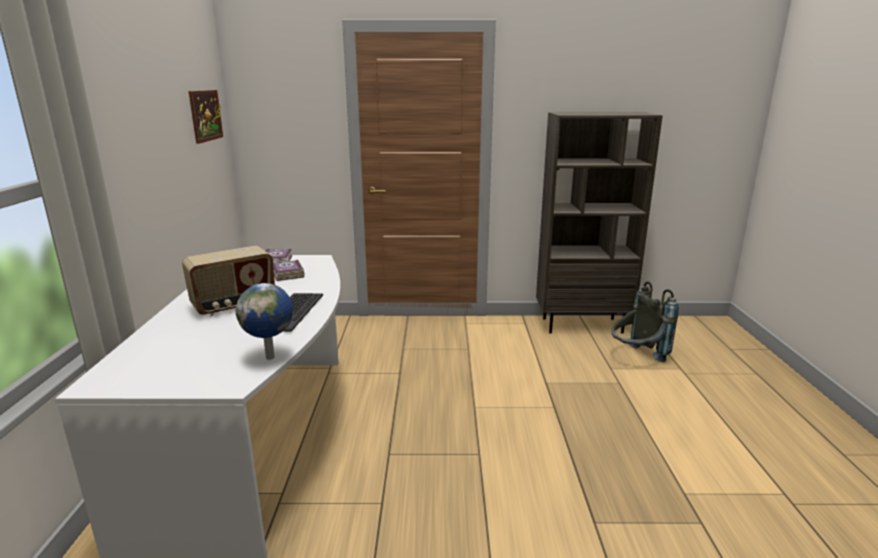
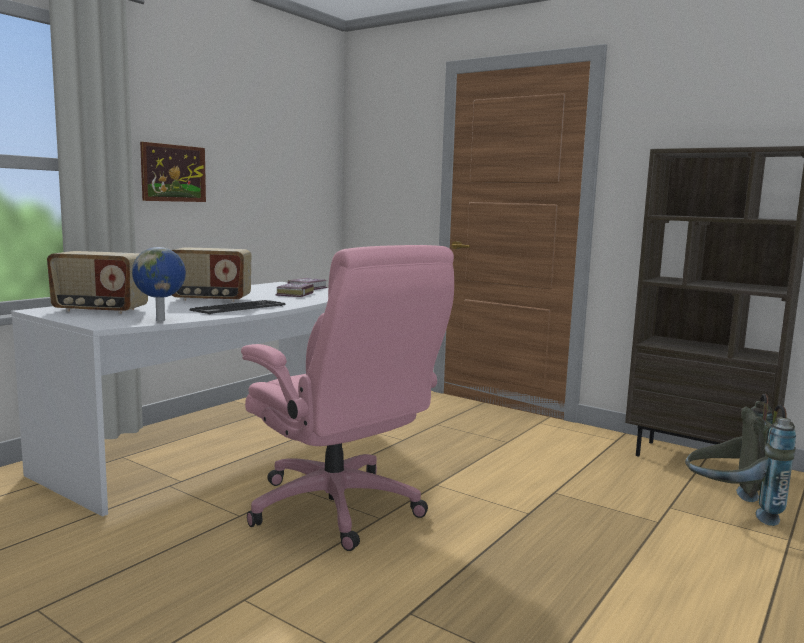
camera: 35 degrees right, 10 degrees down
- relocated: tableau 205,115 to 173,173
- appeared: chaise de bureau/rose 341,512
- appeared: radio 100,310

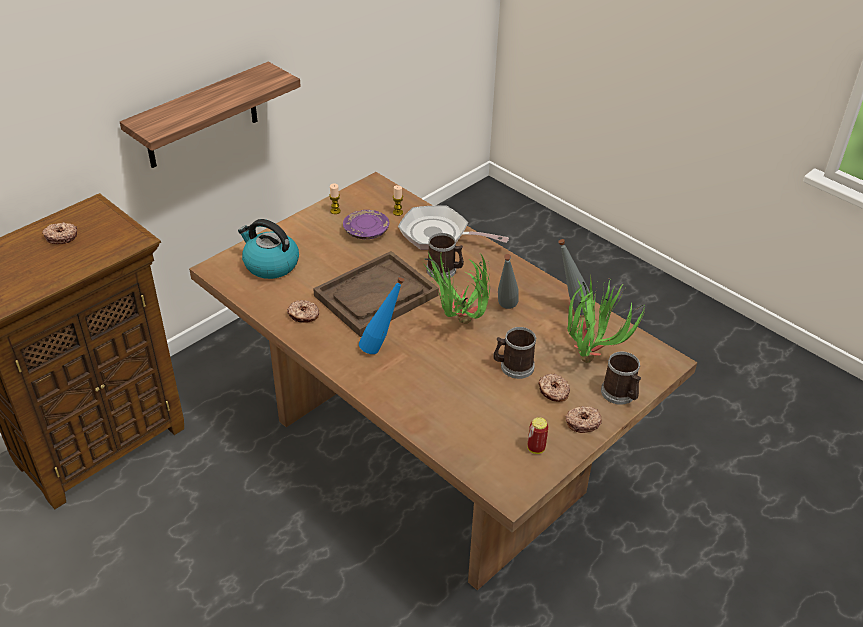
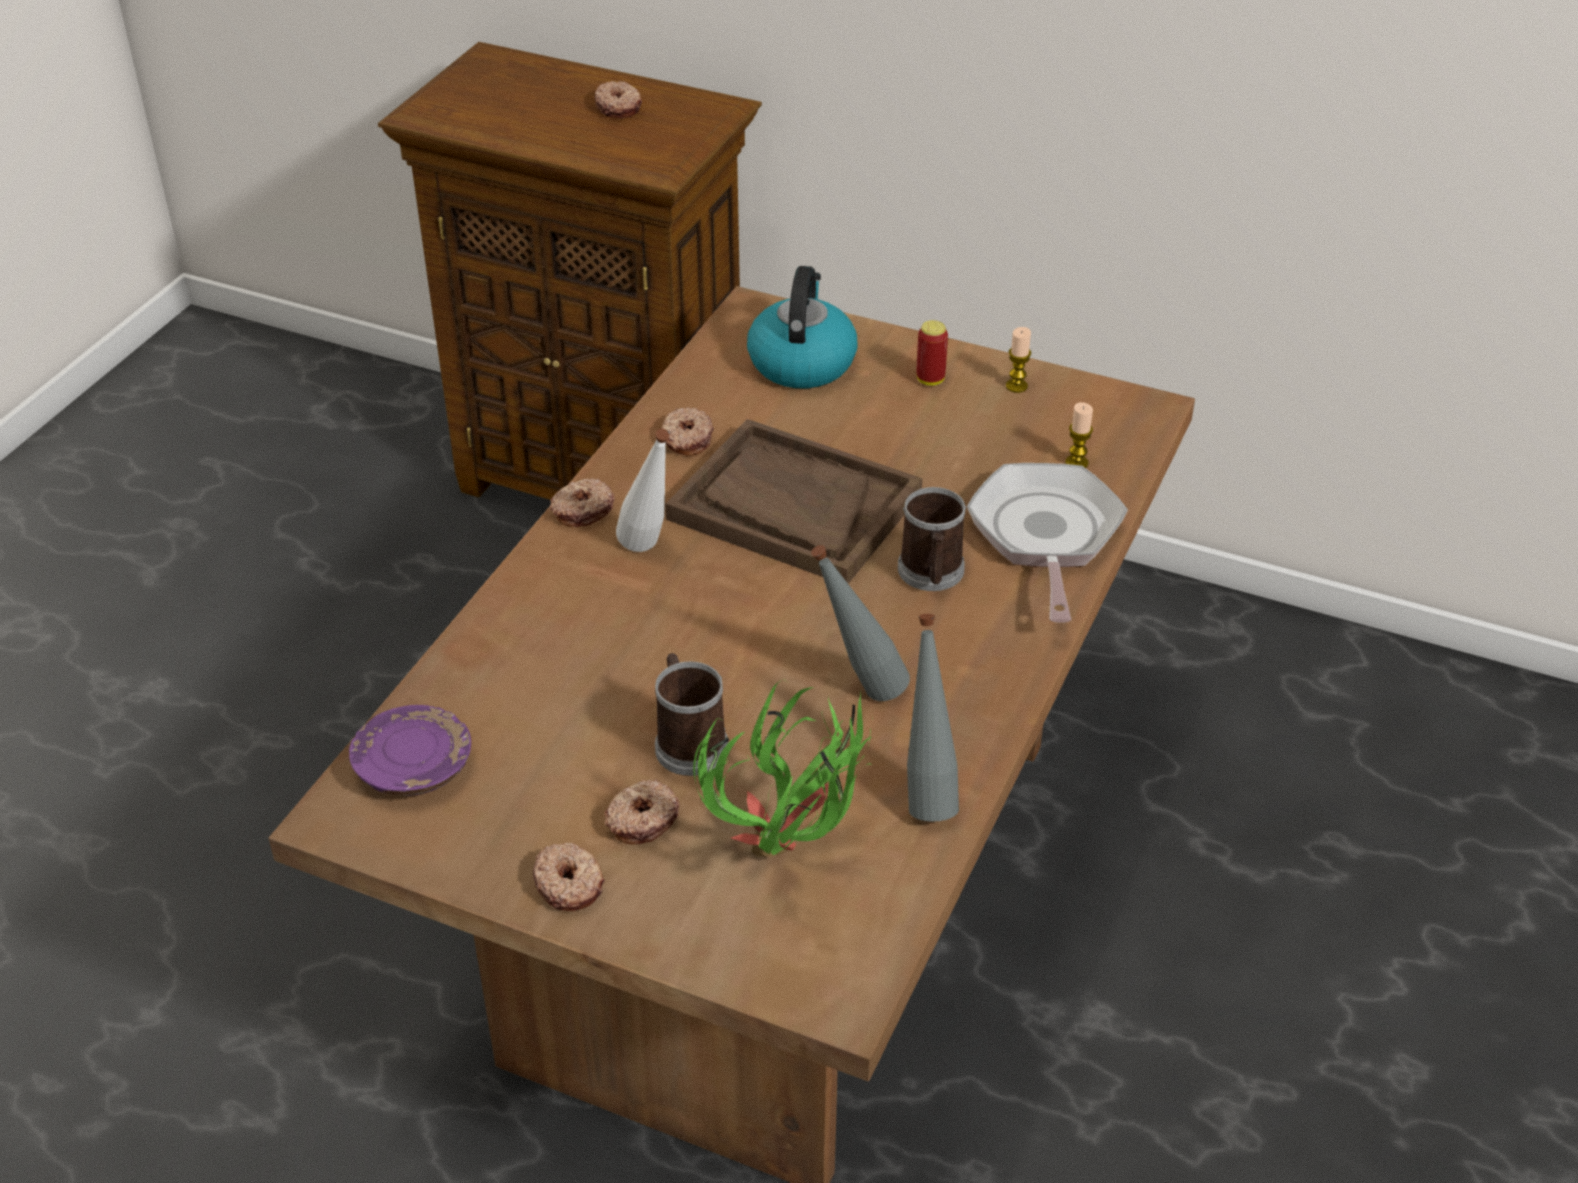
camera: 70 degrees right, 0 degrees up
- missing: étagère 201,117
- relocated: assiette/violet 366,231 to 413,766
- missing: plante en pot 458,325
- colour: bouteille/bleu 381,348 to bouteille/blanc 650,553
- missing: mug 620,394
- relocated: boîte métallique 536,448 to 930,380
- appeared: beignet 582,510

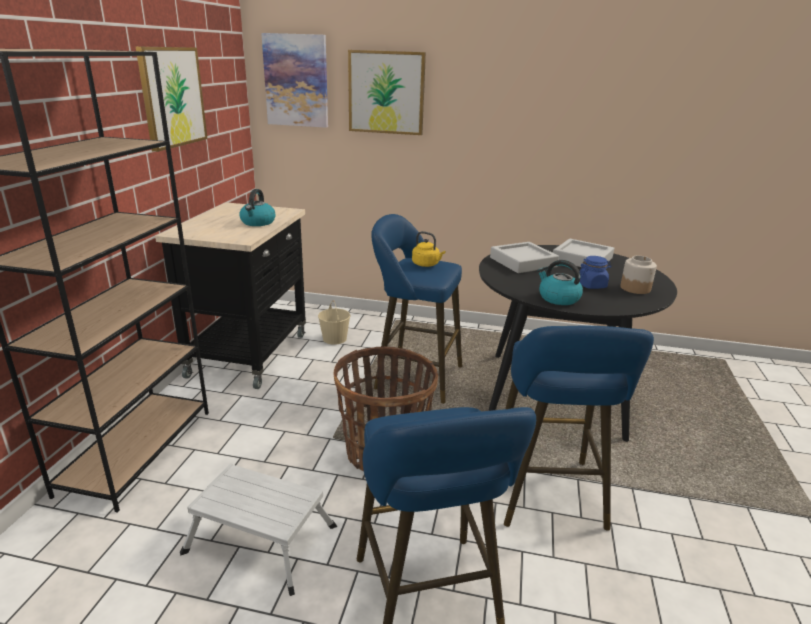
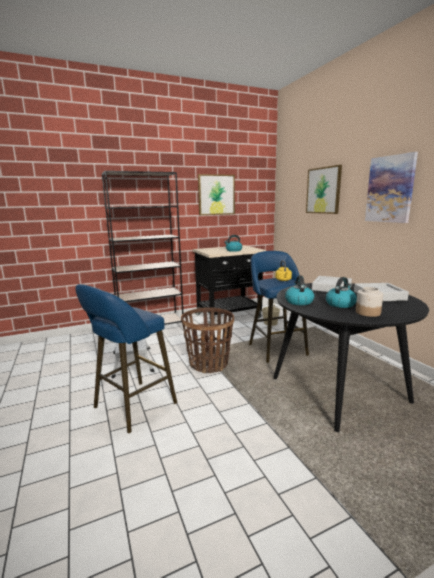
camera: 55 degrees right, 10 degrees down
- relocated: tableau 296,81 to 390,189
- exchanged: bocal/bleu 592,285 to bouilloire 340,304
- missing: tabouret/bleu 548,498

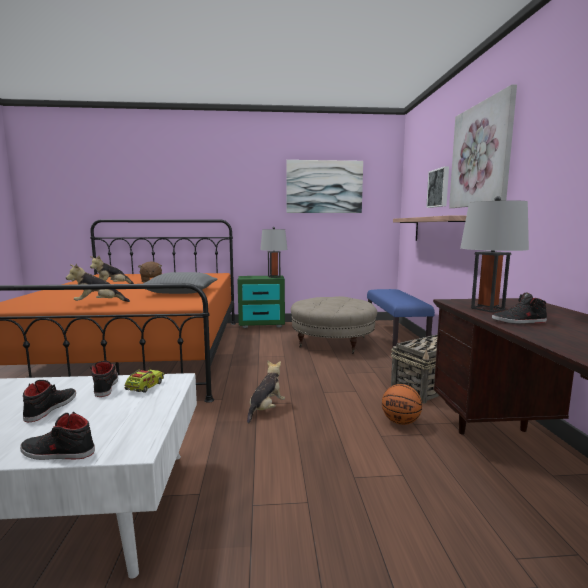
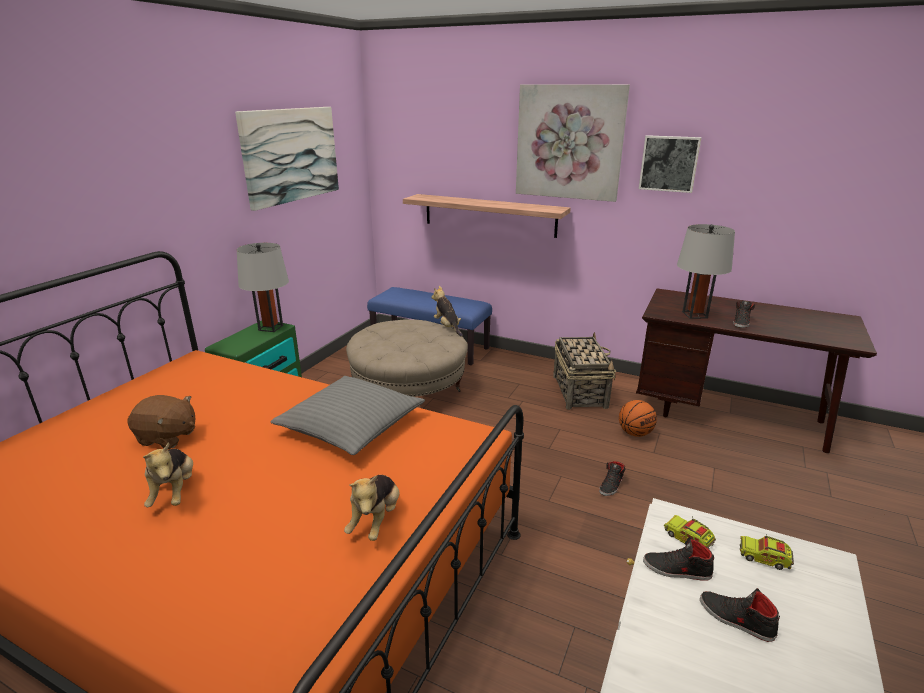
camera: 60 degrees left, 15 degrees up
- relocated: tableau 439,188 to 669,163
- relocated: peluche 266,409 to 447,327
- relocated: chaussure/noir 57,452 to 611,485
- appeared: camion jouet 764,558

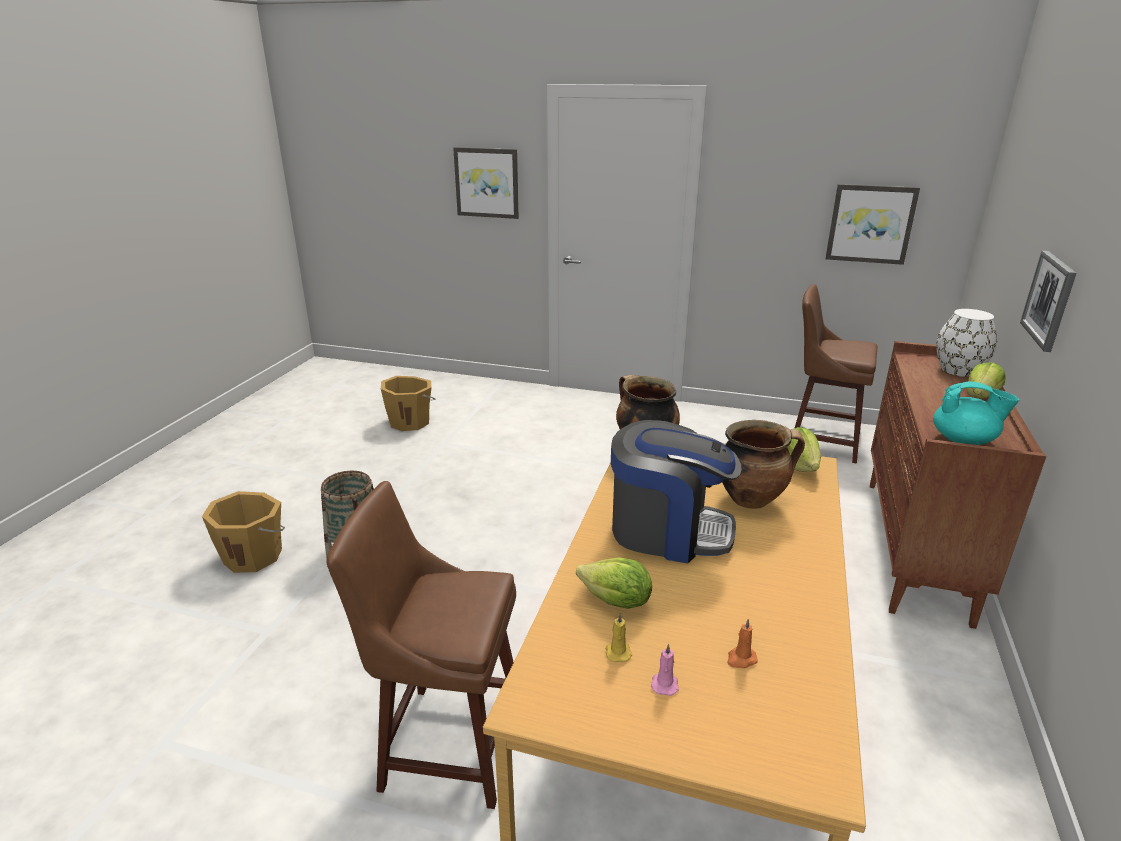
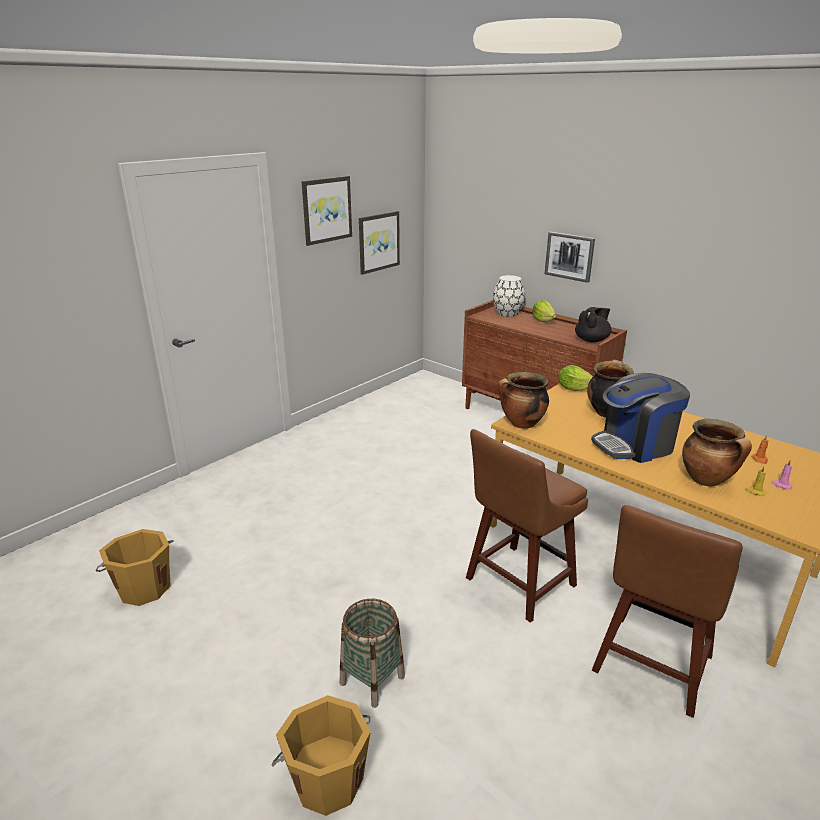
camera: 65 degrees left, 0 degrees up
- relocated: tableau 487,183 to 326,210
- relocated: chaise/marron 819,440 to 516,584
- colour: théière/turquoise 964,440 to théière/noir 592,340
- spun: machine à café 668,531 = 635,445 150 degrees counterclockwise
- exchanged: laitue 616,601 to marmite 707,480

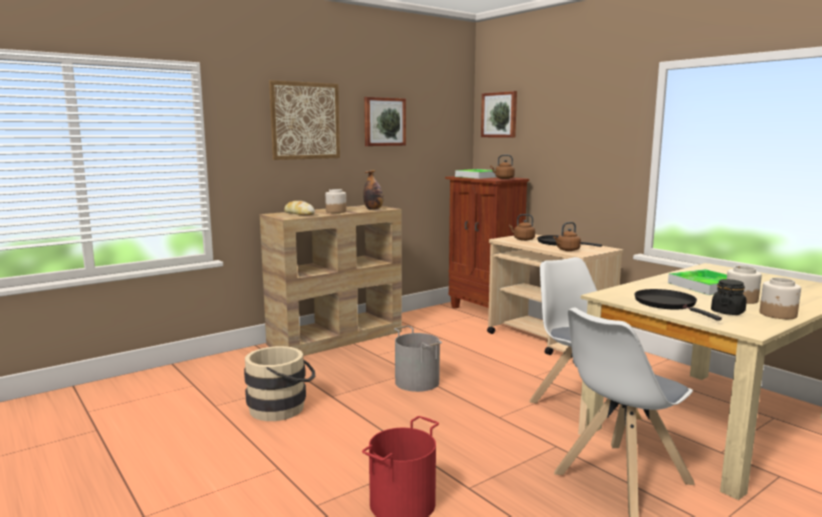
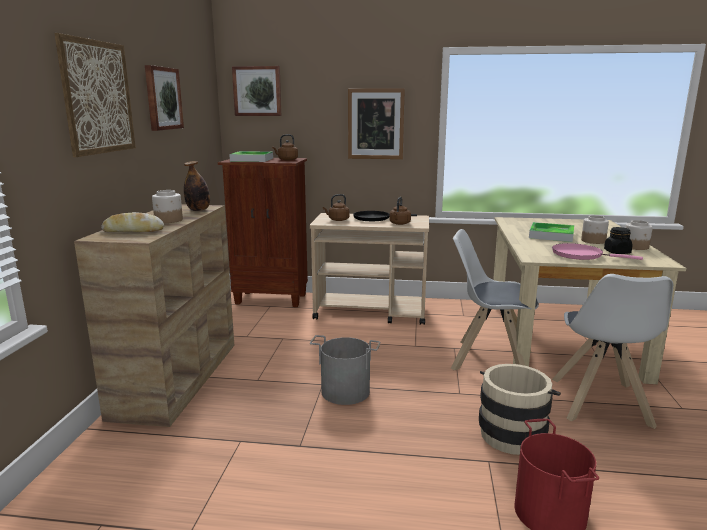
camera: 45 degrees left, 5 degrees up
- colour: poêle/noir 668,304 to poêle/rose 580,255
- relocated: seau/beige 282,408 to 513,432
- appeared: tableau 375,124

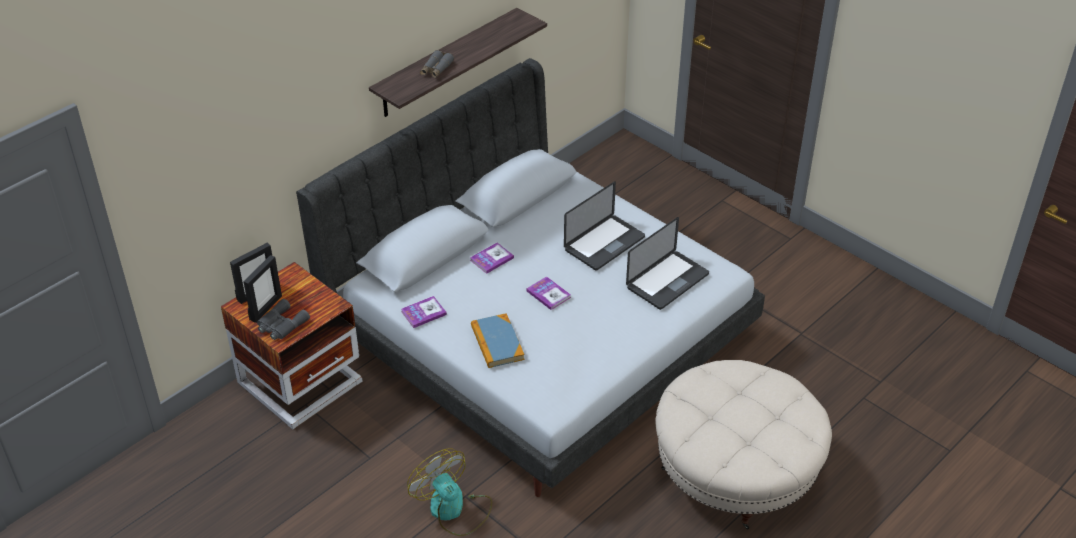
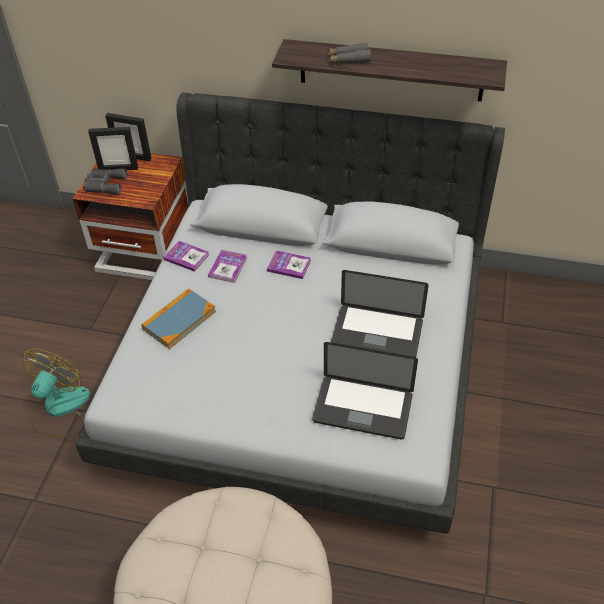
camera: 60 degrees right, 5 degrees up
- relocated: livre 548,294 to 228,267

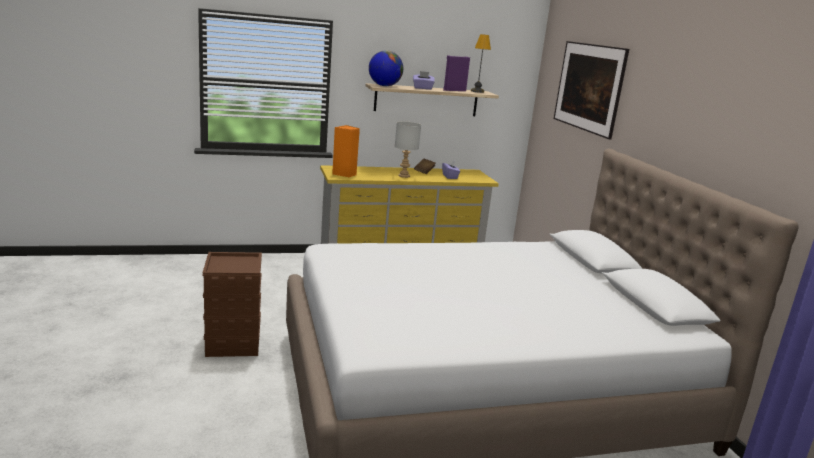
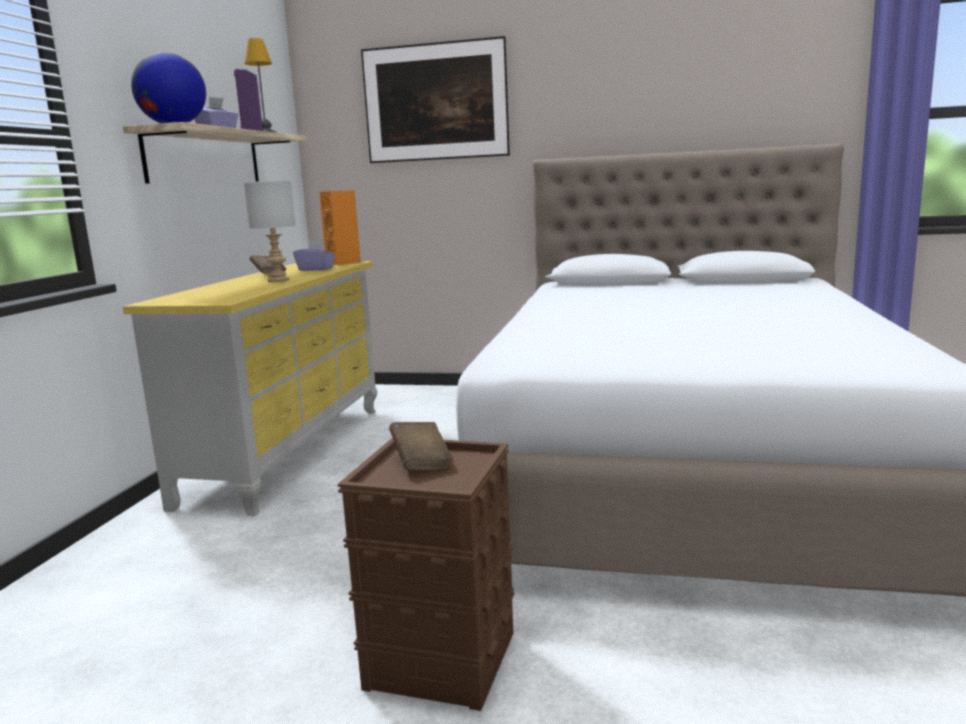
camera: 60 degrees left, 5 degrees down
- relocated: enceinte/orange 345,174 to 344,263
- appeared: livre/marron 421,462

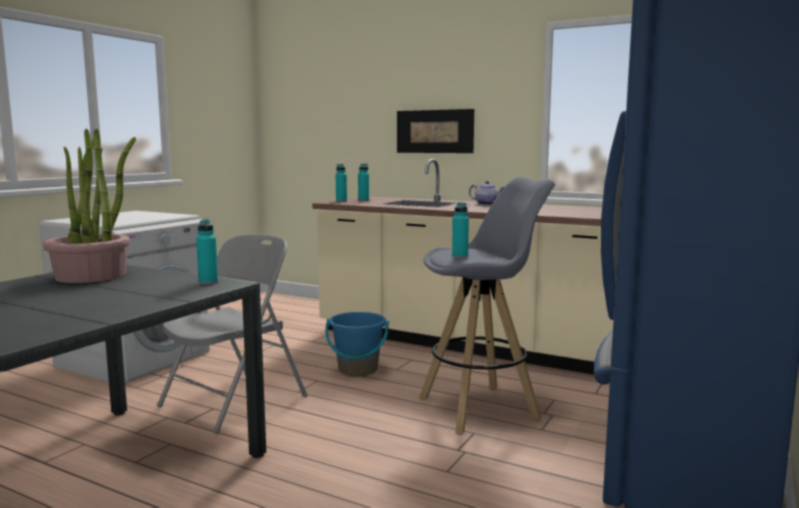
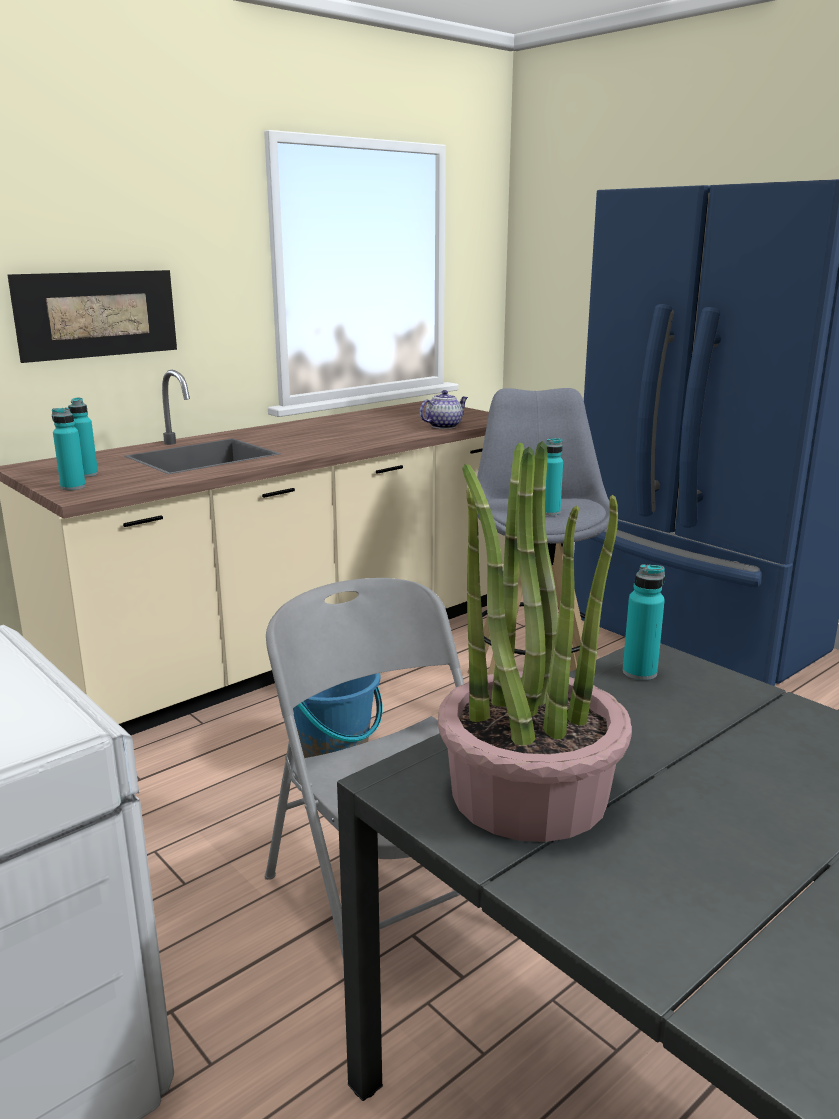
camera: 70 degrees left, 10 degrees up
- relocated: théière 487,204 to 444,426

